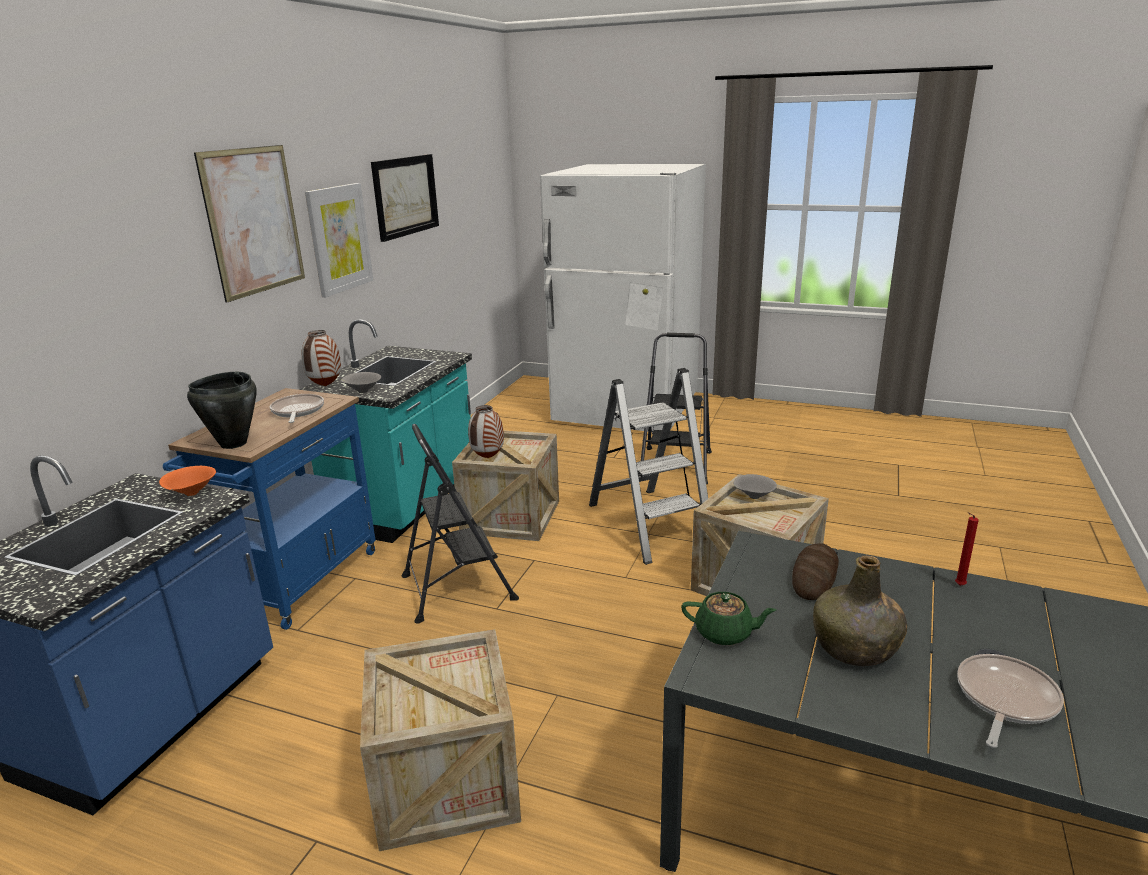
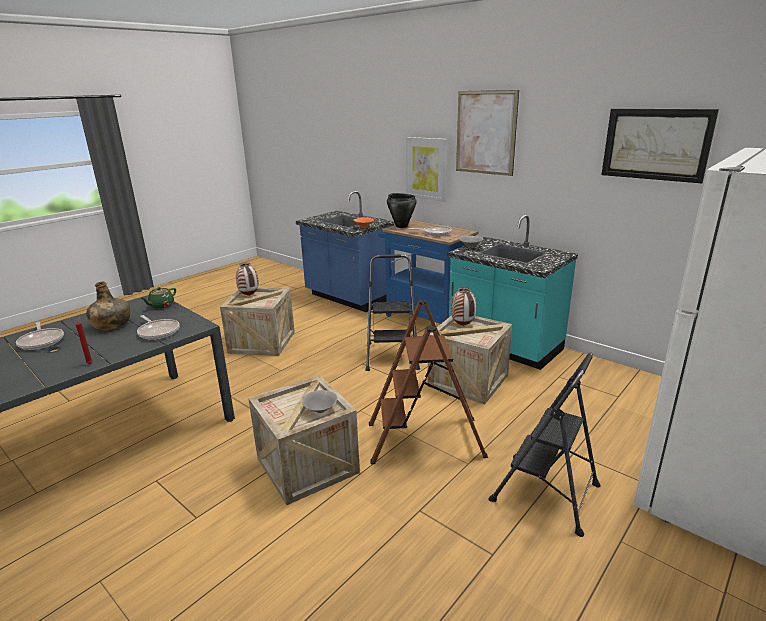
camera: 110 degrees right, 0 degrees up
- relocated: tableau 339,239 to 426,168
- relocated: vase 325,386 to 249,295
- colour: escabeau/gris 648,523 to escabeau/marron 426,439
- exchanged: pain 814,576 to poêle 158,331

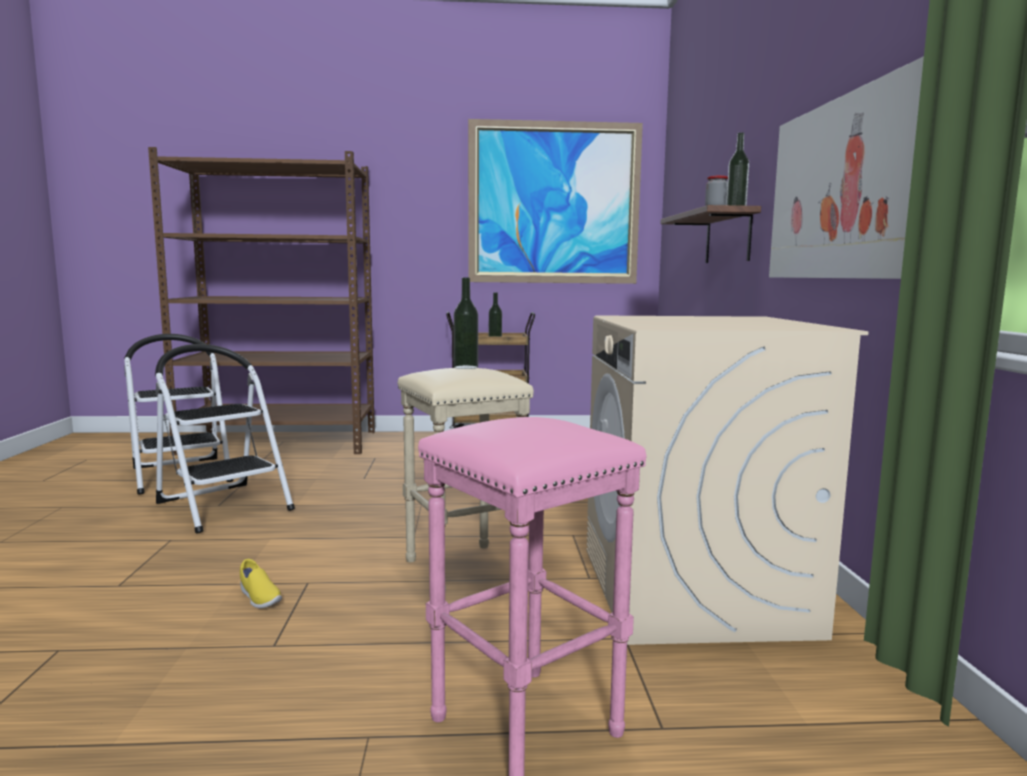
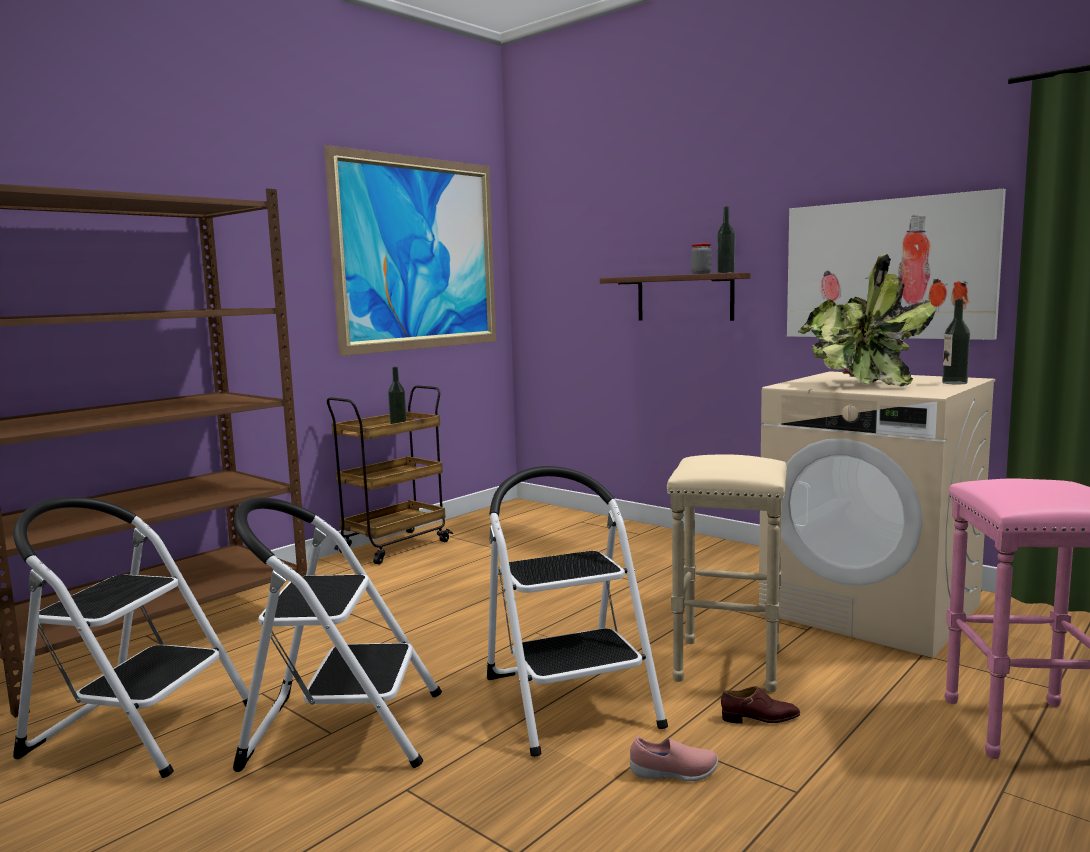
camera: 45 degrees left, 0 degrees up
- relocated: bouteille 466,367 to 954,383
- colour: chaussure/jaune 259,598 to chaussure/rose 674,774
- appeared: plante en pot 854,384
- appeared: escabeau 569,699
- appeared: chaussure/marron 760,718

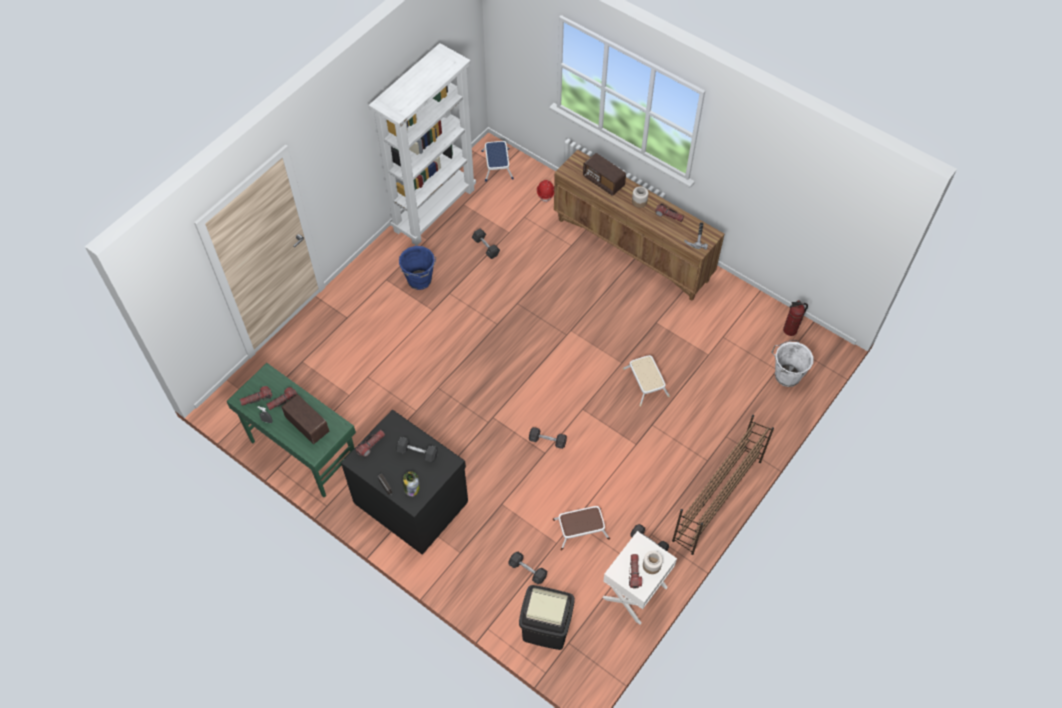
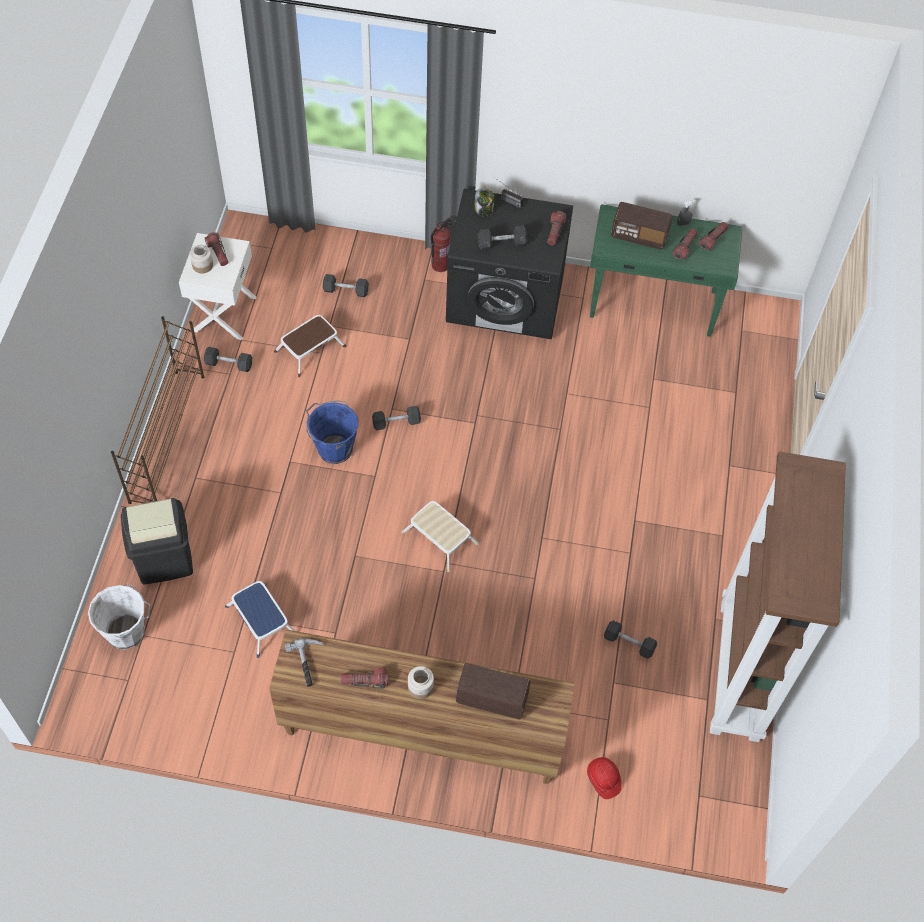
camera: 150 degrees right, 0 degrees up
- colour: bibliothèque/blanc 434,209 to bibliothèque/marron 740,671
- relocated: escabeau/bleu 497,164 to 261,620
- relocated: seau/bleu 419,281 to 334,448
- relocated: extincteur 790,330 to 440,265
- relocated: escabeau/beige 646,382 to 440,538
- relocated: poubelle/noir 546,628 to 164,559

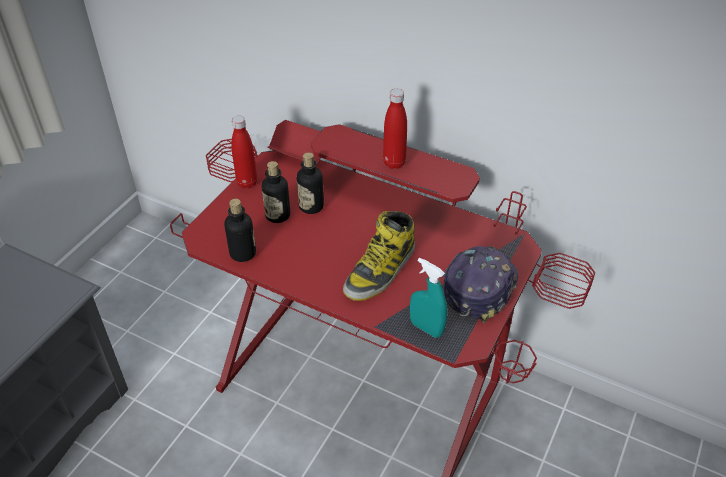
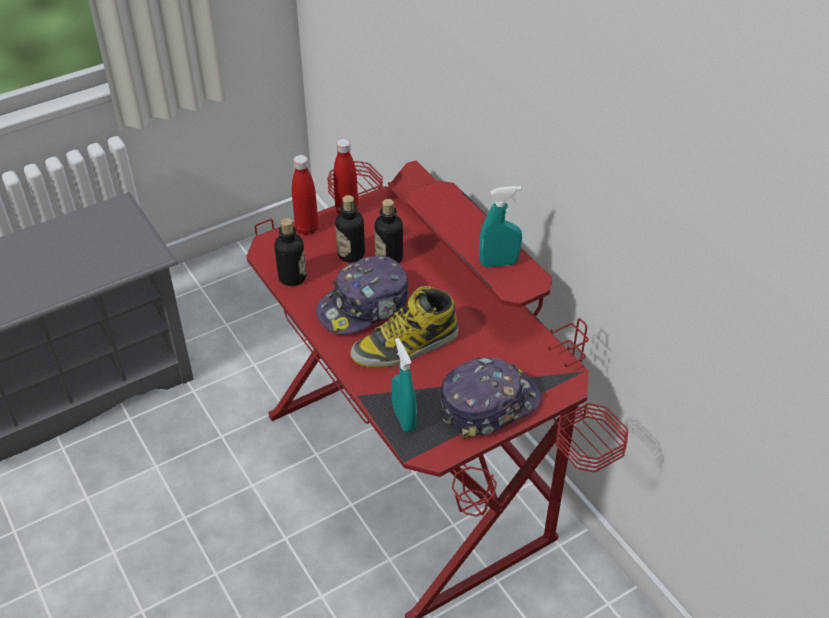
camera: 30 degrees right, 0 degrees up
- relocated: bouteille/rouge 394,163 to 307,228
- appeared: vaporisateur/turquoise 498,263
- appeared: casquette 364,306

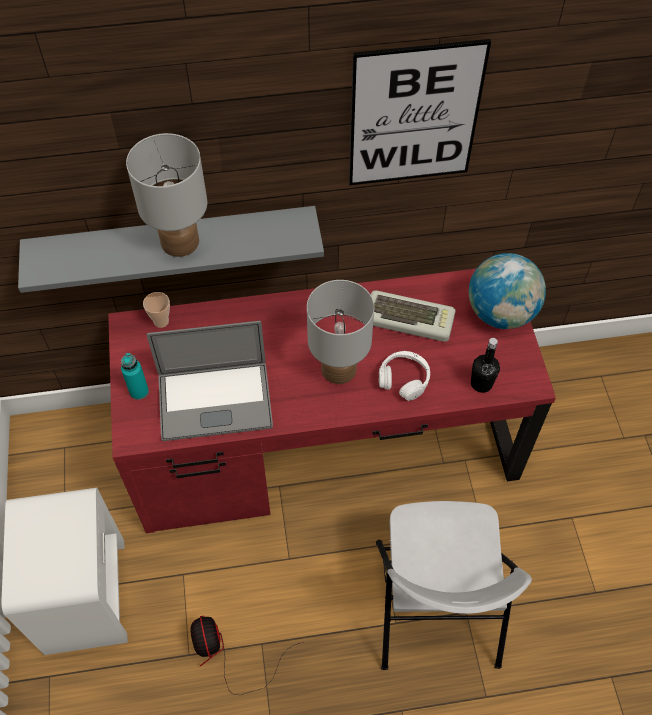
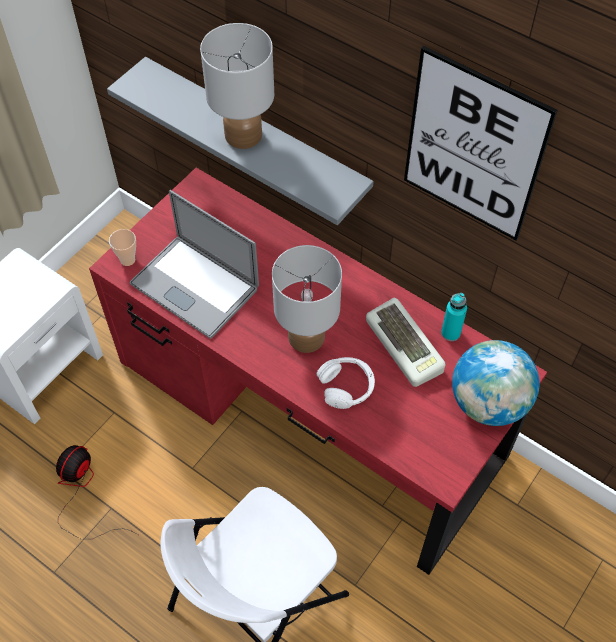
camera: 45 degrees right, 0 degrees up
- relocated: tasse 161,321 to 127,260
- missing: bouteille/noir 481,383
- relocated: bouteille/turquoise 139,391 to 450,333

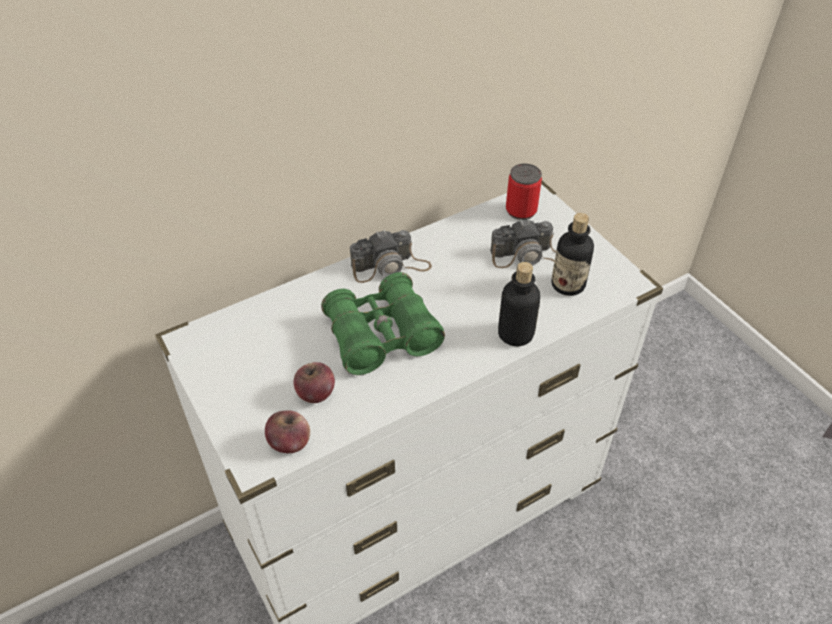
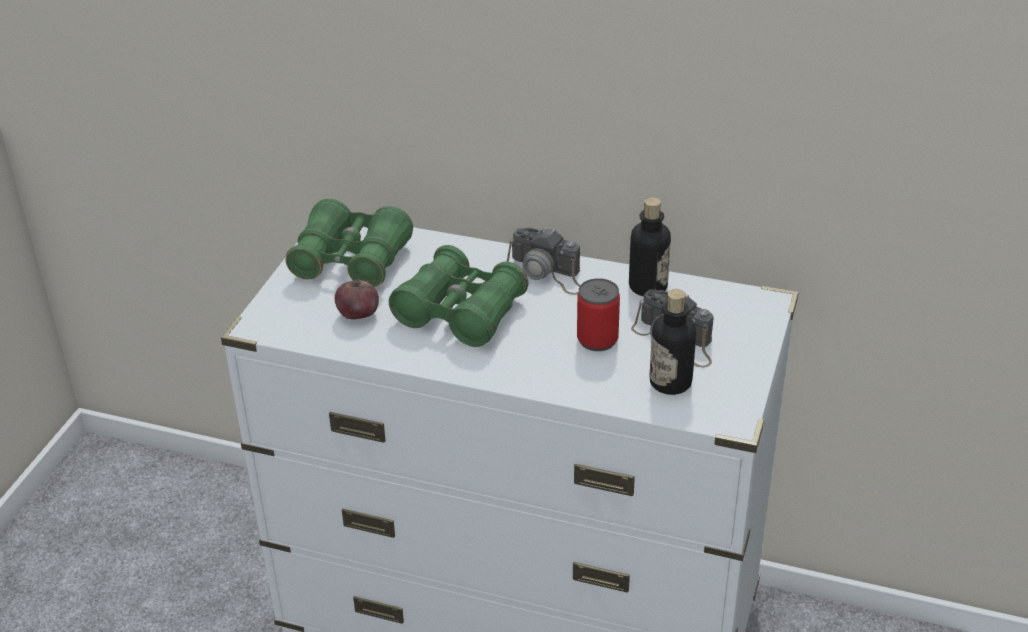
camera: 50 degrees right, 10 degrees down
- relocated: boîte métallique 521,210 to 597,339
- relocated: bouteille 515,334 to 648,286
- missing: pomme 289,442
- appeared: jumelles/vert 351,261

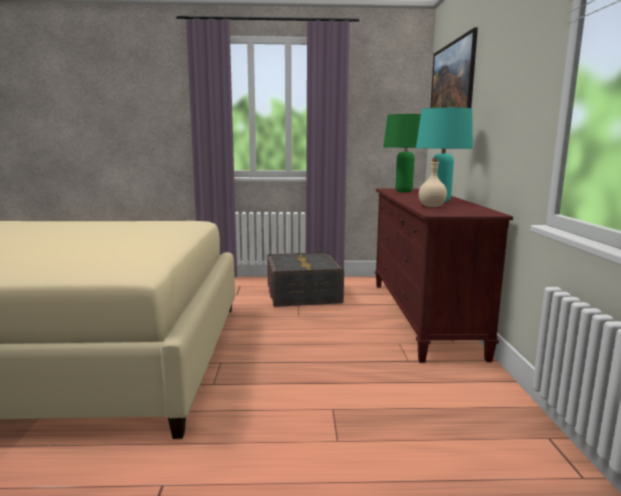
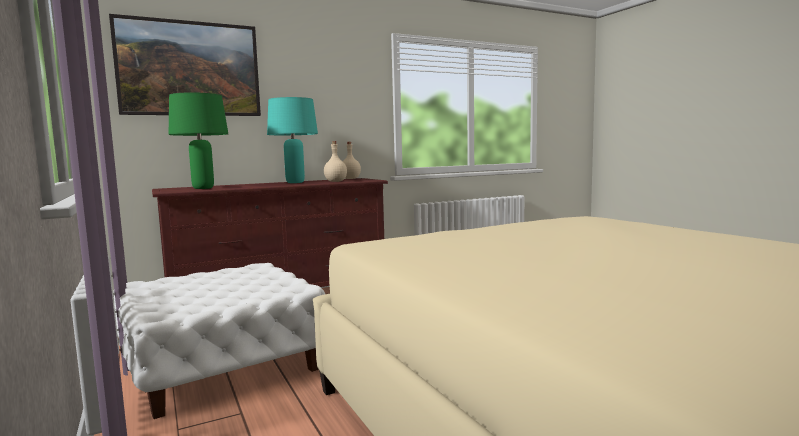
camera: 115 degrees left, 5 degrees down
- exchanged: boîte de rangement/gris 303,294 to pouf/blanc 221,364
- appeared: bouteille/beige 350,178

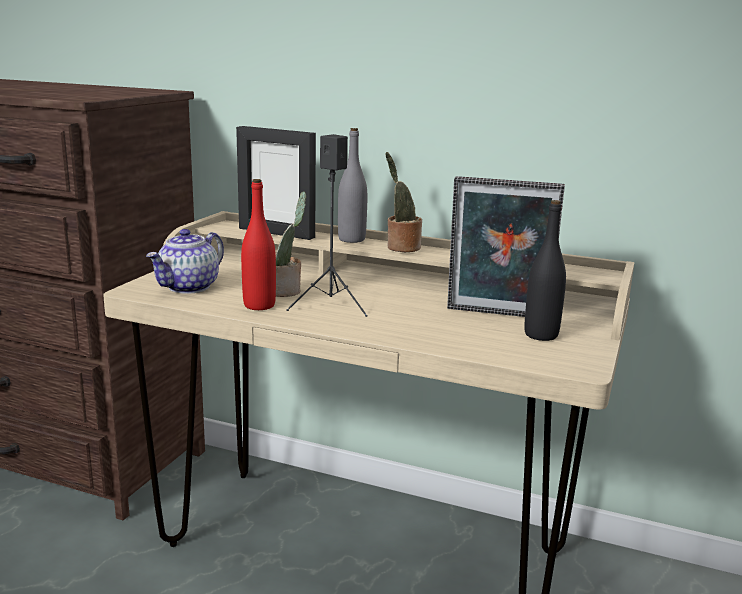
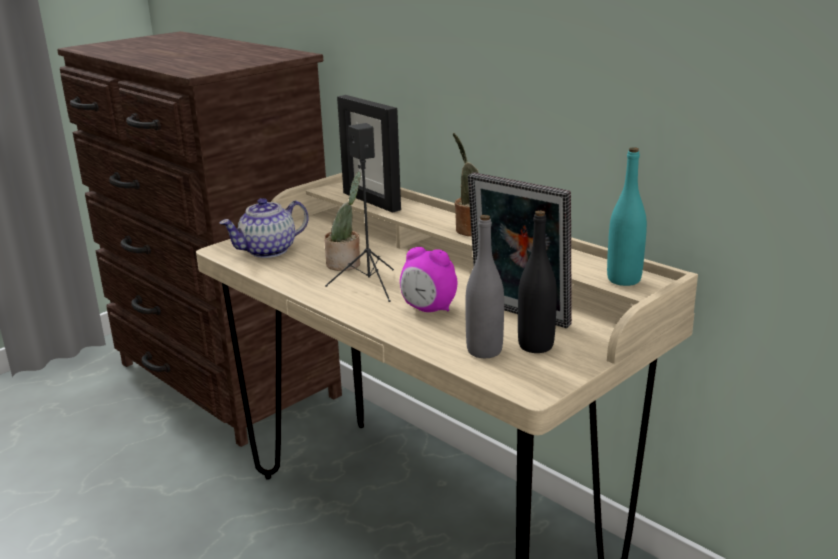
camera: 25 degrees right, 5 degrees up
- relocated: bouteille/gris 351,239 to 484,350
- missing: bouteille/rouge 259,305
- appeared: bouteille/turquoise 624,279
- appeared: réveil 428,309

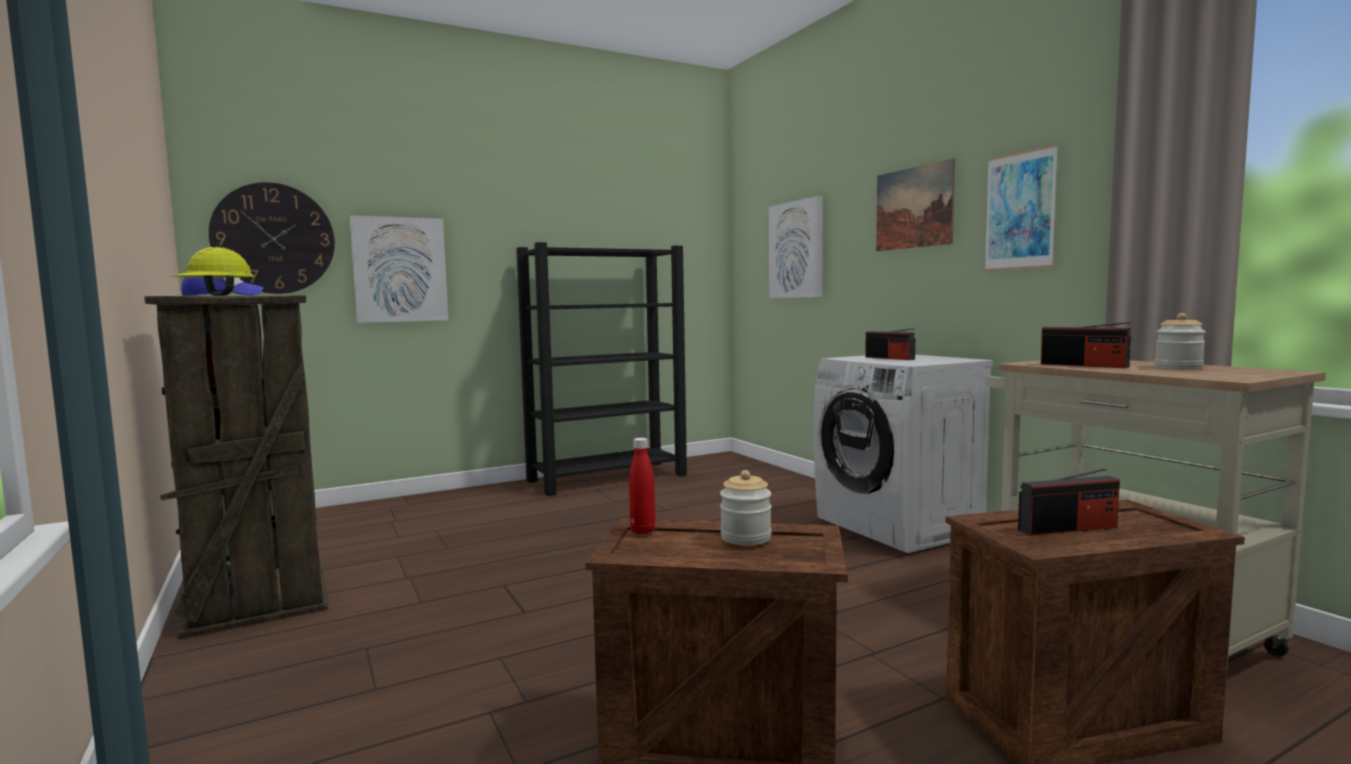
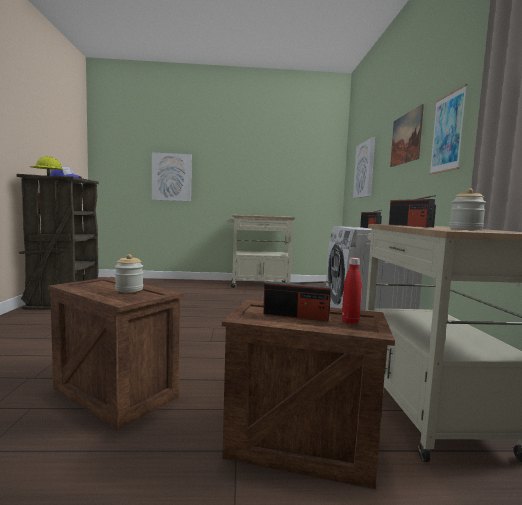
camera: 25 degrees right, 0 degrees up
- missing: horloge murale 274,238
- exchanged: bibliothèque/noir 607,478 to chariot/beige 257,285
- relocated: bouteille/rouge 642,531 to 350,322

